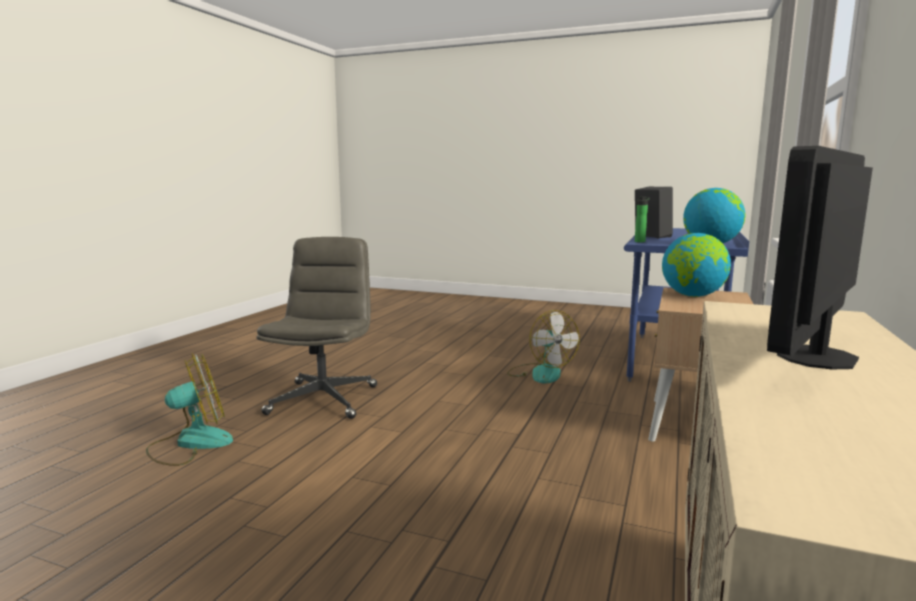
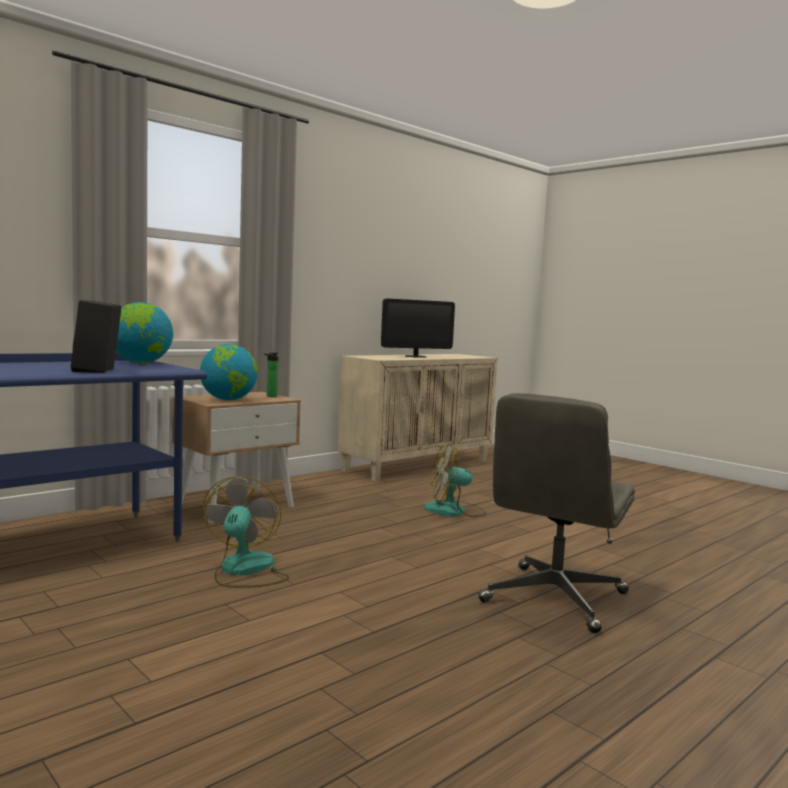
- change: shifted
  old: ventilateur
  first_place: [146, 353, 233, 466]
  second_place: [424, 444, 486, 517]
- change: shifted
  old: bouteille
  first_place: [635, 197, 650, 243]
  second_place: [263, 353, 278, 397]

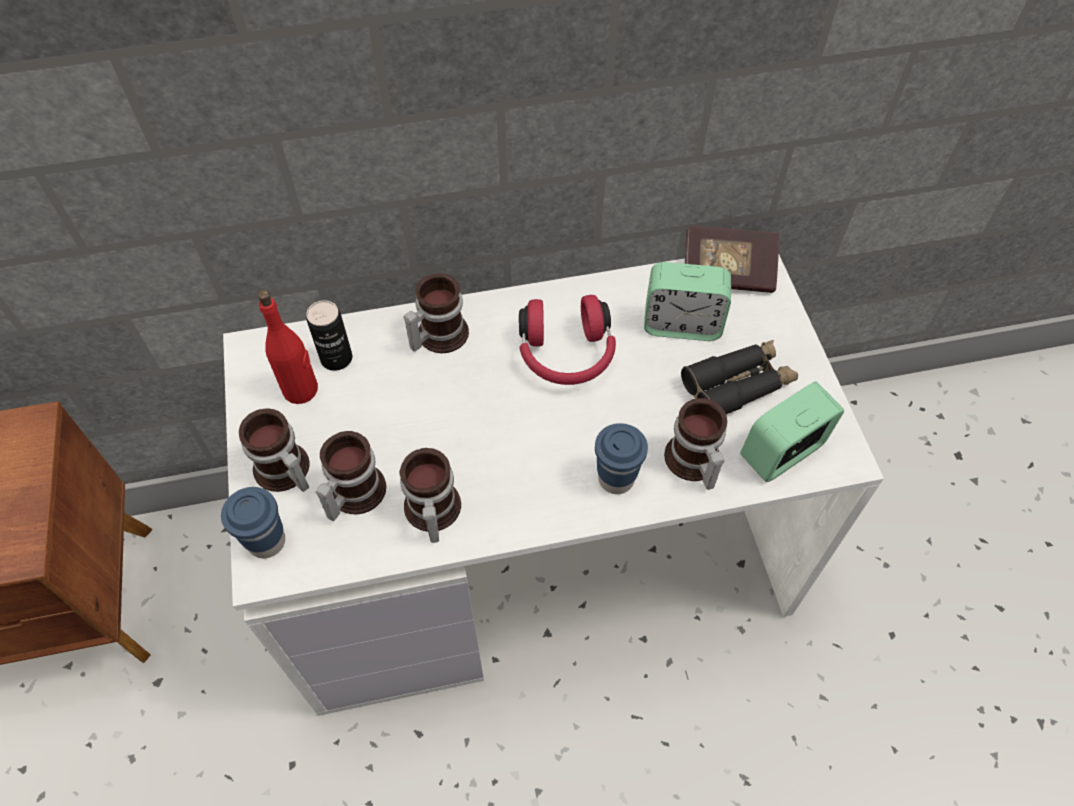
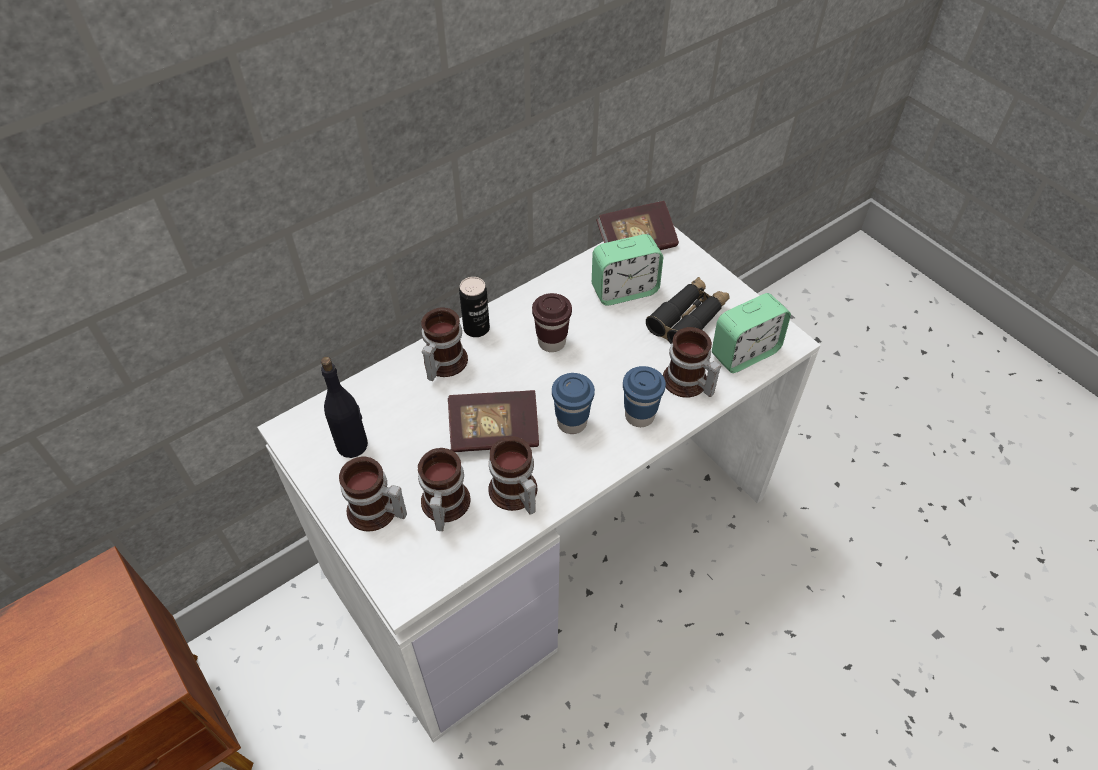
- change: shifted
  old: tasse (bleu)
  first_place: [221, 487, 285, 558]
  second_place: [552, 373, 595, 434]
- change: repainted
  old: bouteille (rouge)
  new: bouteille (noir)
  first_place: [257, 290, 318, 404]
  second_place: [321, 357, 368, 458]
- change: shifted
  old: boîte métallique
  first_place: [306, 300, 352, 371]
  second_place: [459, 277, 490, 337]
- change: swapped
  old: casque audio (rouge)
  new: tasse (marron)
  first_place: [519, 295, 616, 385]
  second_place: [532, 293, 572, 352]
- change: rotated
  old: réveil
  first_place: [740, 382, 844, 482]
  second_place: [712, 293, 791, 373]
  degrees: -150
- change: new
  new: livre
  second_place: [448, 390, 539, 452]

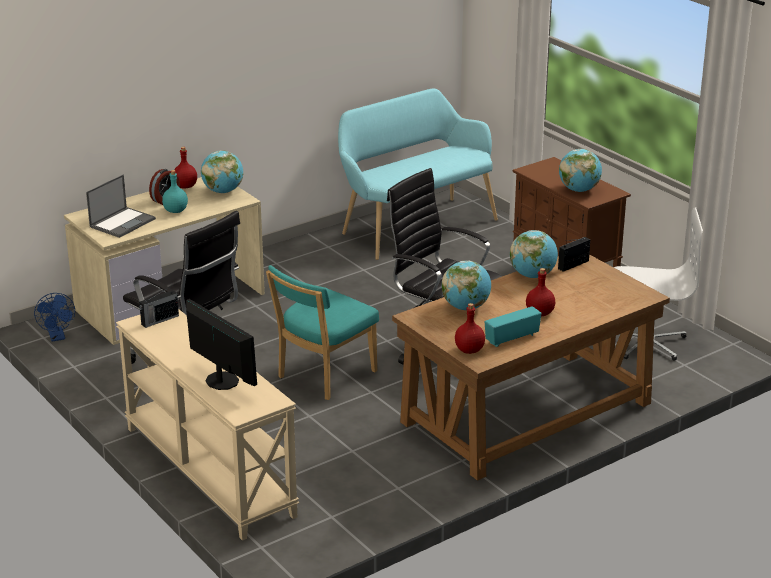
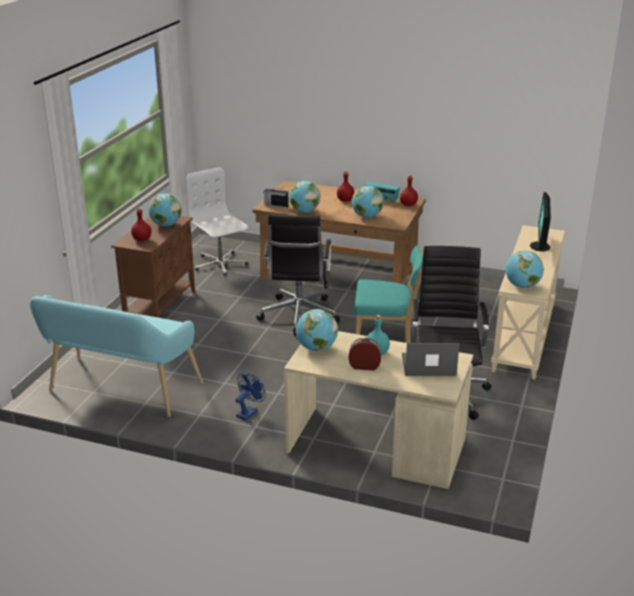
- change: shifted
  old: ventilateur (bleu)
  first_place: [34, 293, 75, 342]
  second_place: [235, 373, 266, 421]
- change: swapped
  old: radio
  new: globe
  first_place: [139, 288, 179, 328]
  second_place: [506, 251, 544, 288]
- change: shifted
  old: bouteille (rouge)
  first_place: [174, 147, 197, 189]
  second_place: [131, 208, 151, 241]

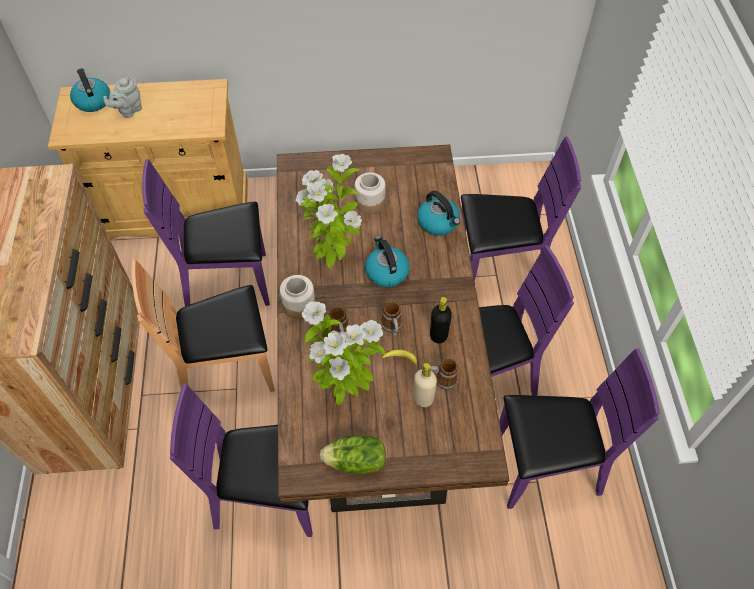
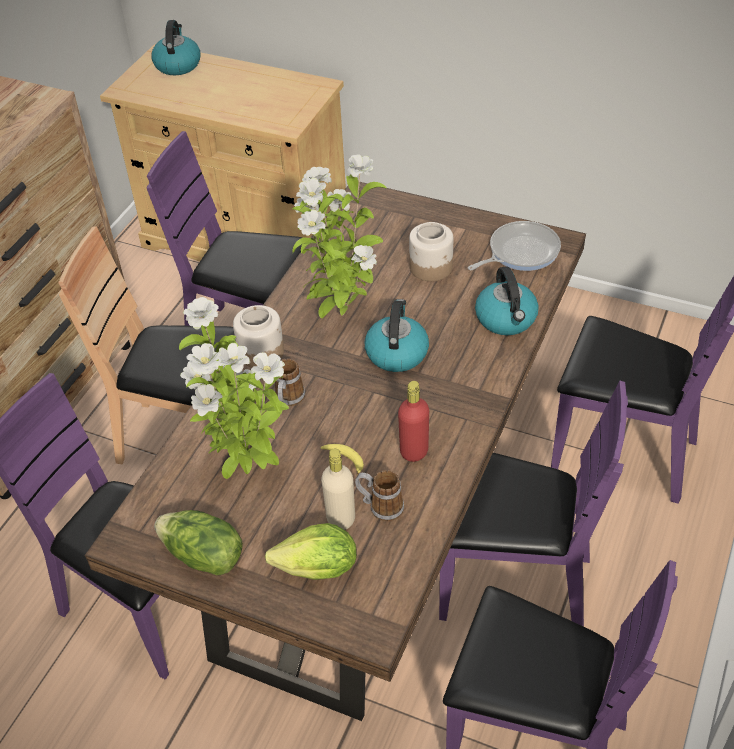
- change: gone
  old: théière (gris)
  first_place: [103, 76, 142, 118]
- change: gone
  old: mug
  first_place: [381, 302, 402, 336]
- change: repainted
  old: bouteille (noir)
  new: bouteille (rouge)
  first_place: [430, 297, 452, 343]
  second_place: [398, 381, 429, 462]
- change: new
  new: laitue
  second_place: [265, 523, 357, 580]
- change: new
  new: poêle
  second_place: [468, 221, 561, 271]

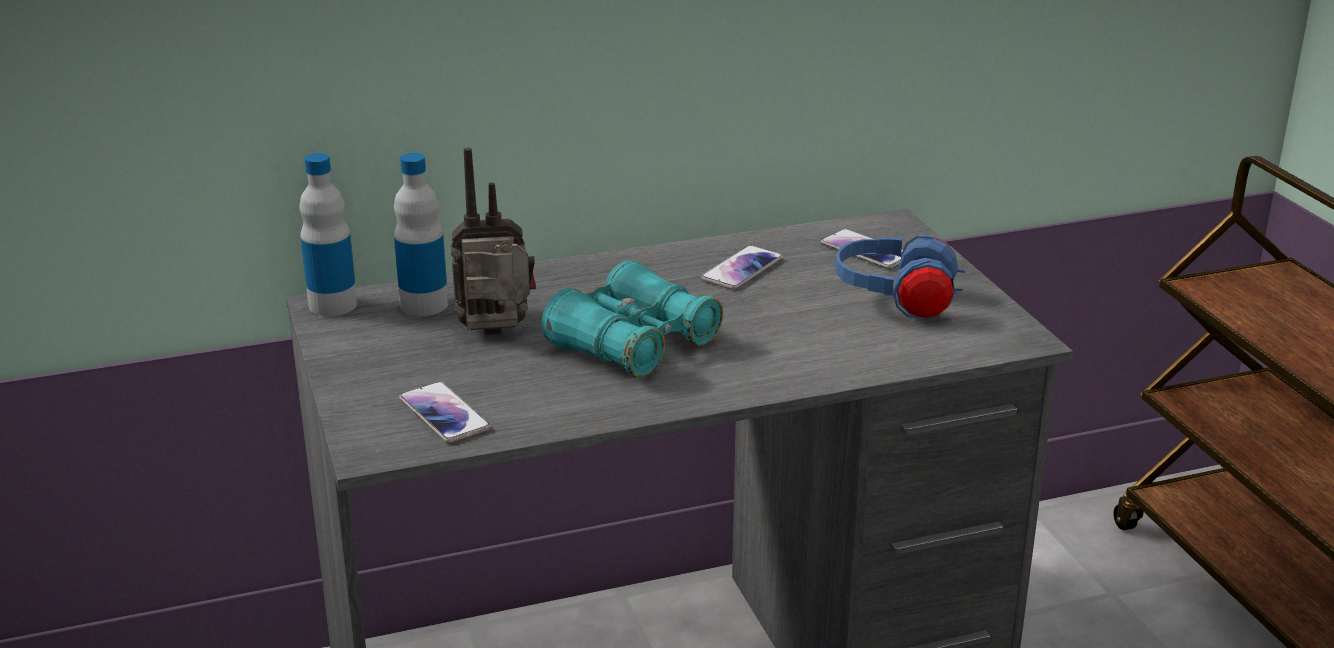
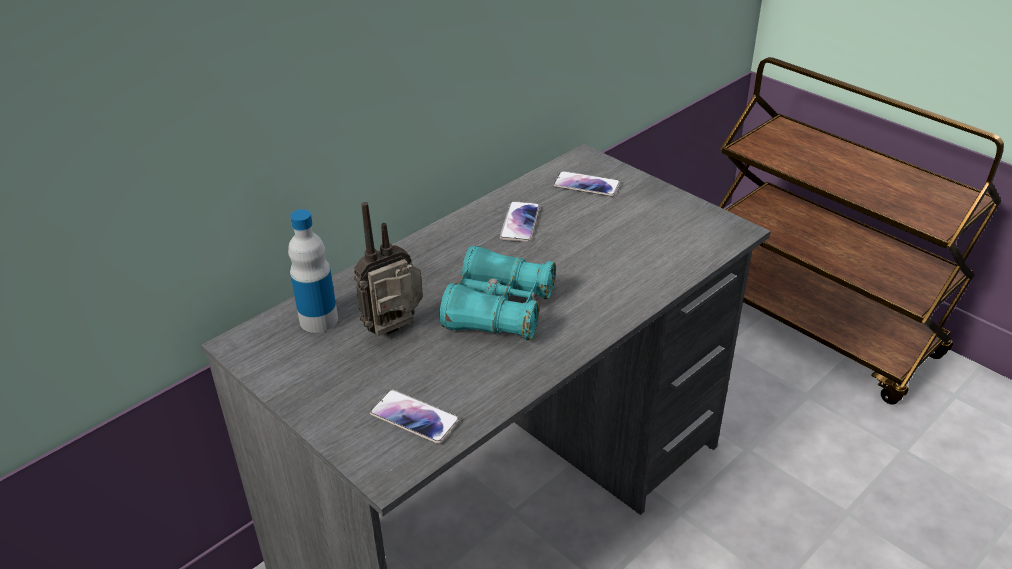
- change: gone
  old: bouteille
  first_place: [299, 153, 357, 316]
- change: gone
  old: casque audio (bleu)
  first_place: [835, 236, 965, 319]

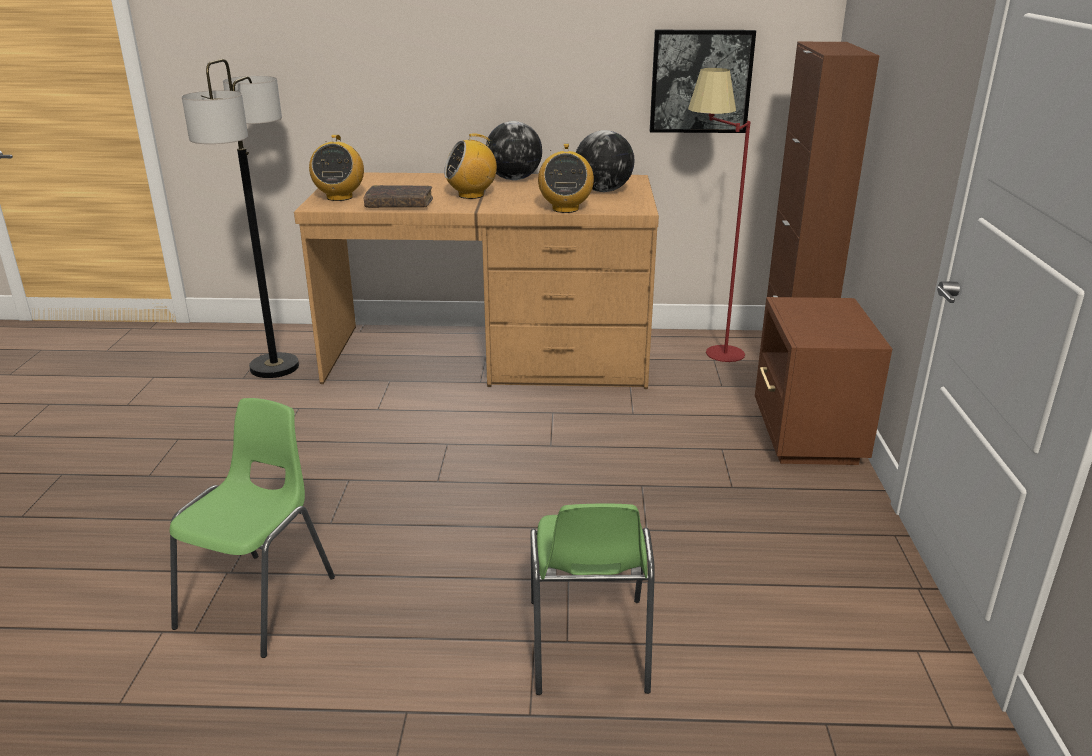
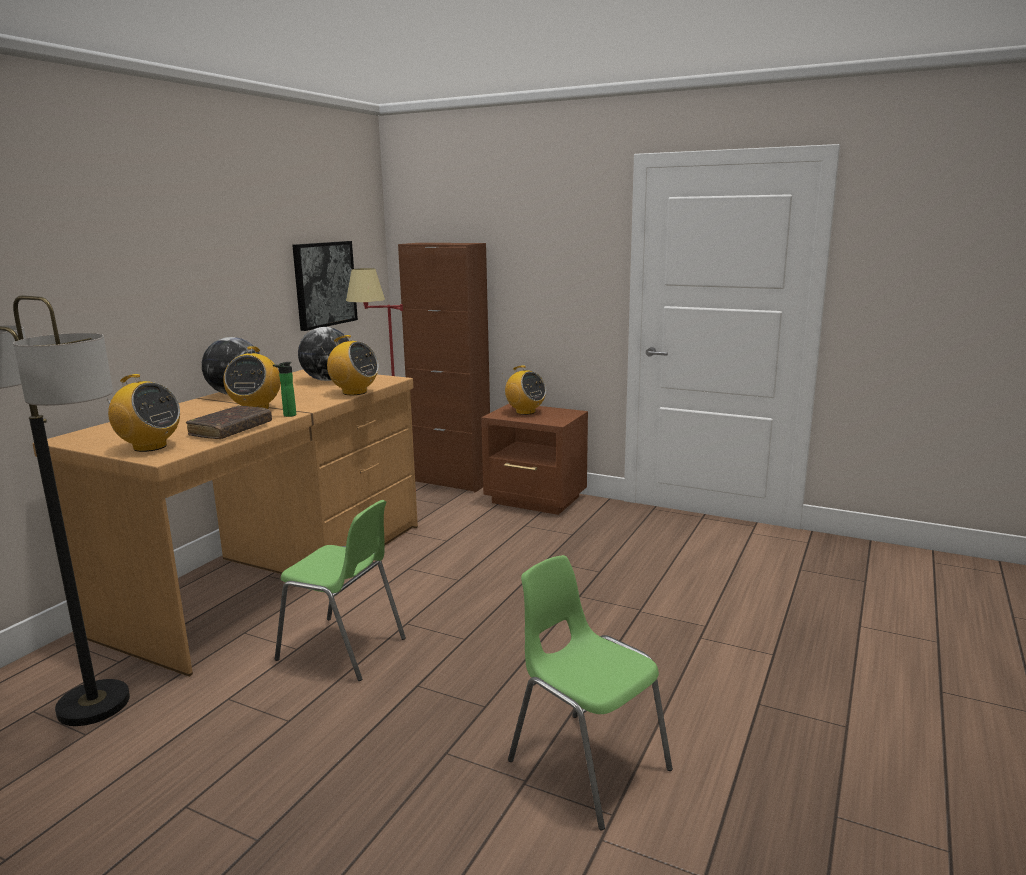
- change: shifted
  old: chaise (vert)
  first_place: [530, 504, 655, 695]
  second_place: [275, 500, 406, 681]
- change: new
  new: bouteille
  second_place: [273, 362, 296, 417]
- change: new
  new: radio
  second_place: [502, 365, 546, 415]

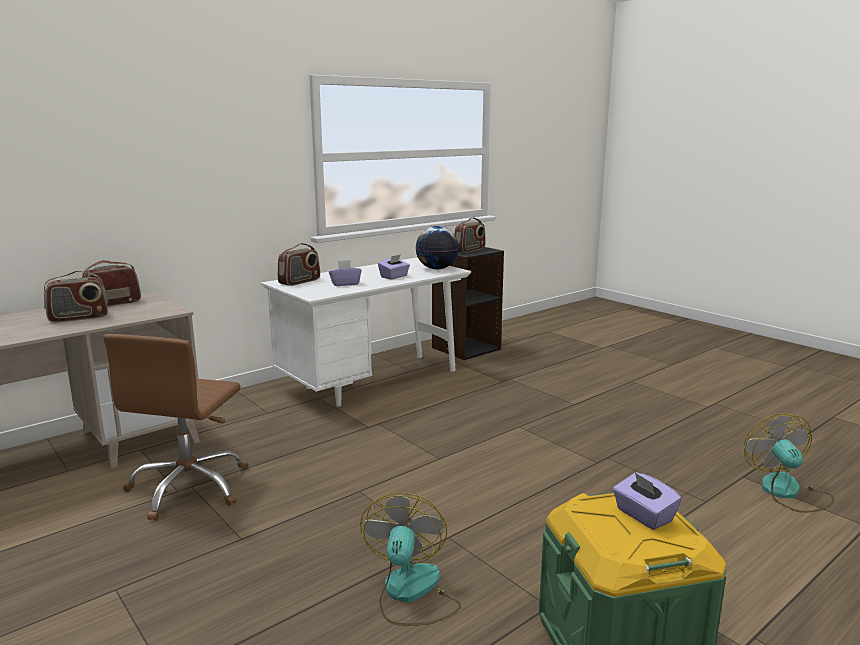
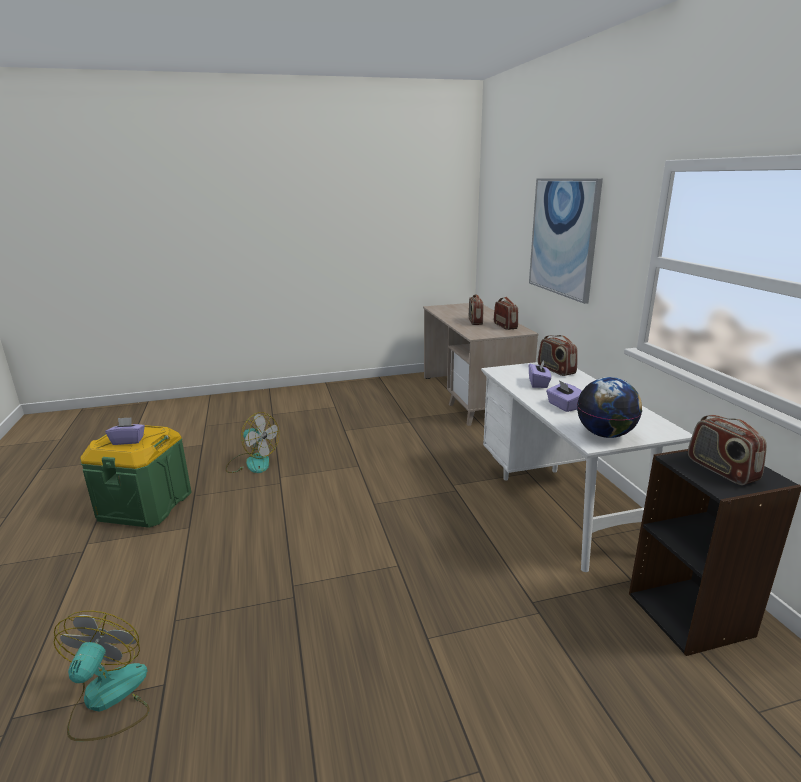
- change: gone
  old: chaise de bureau (marron)
  first_place: [103, 334, 248, 521]
- change: rotated
  old: ventilateur
  first_place: [744, 413, 834, 513]
  second_place: [54, 611, 150, 742]
  degrees: -105
- change: new
  new: tableau
  second_place: [529, 178, 603, 304]

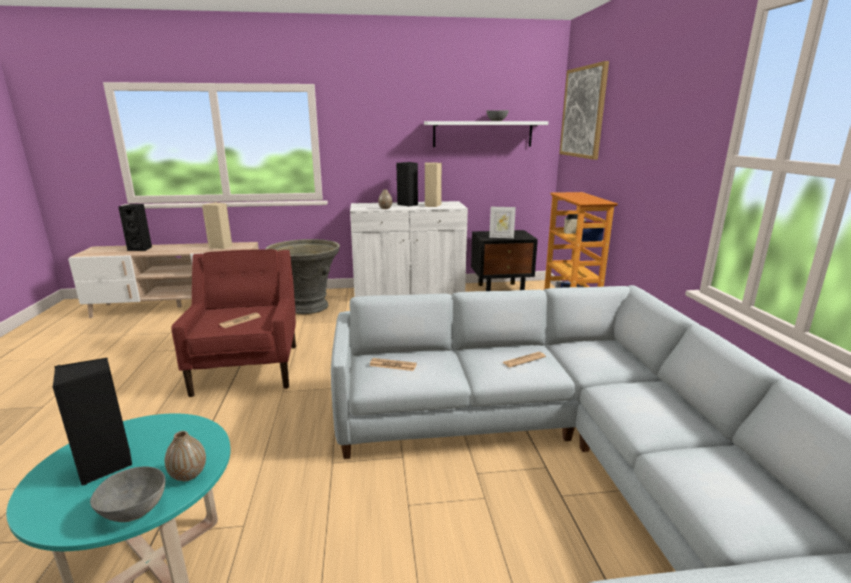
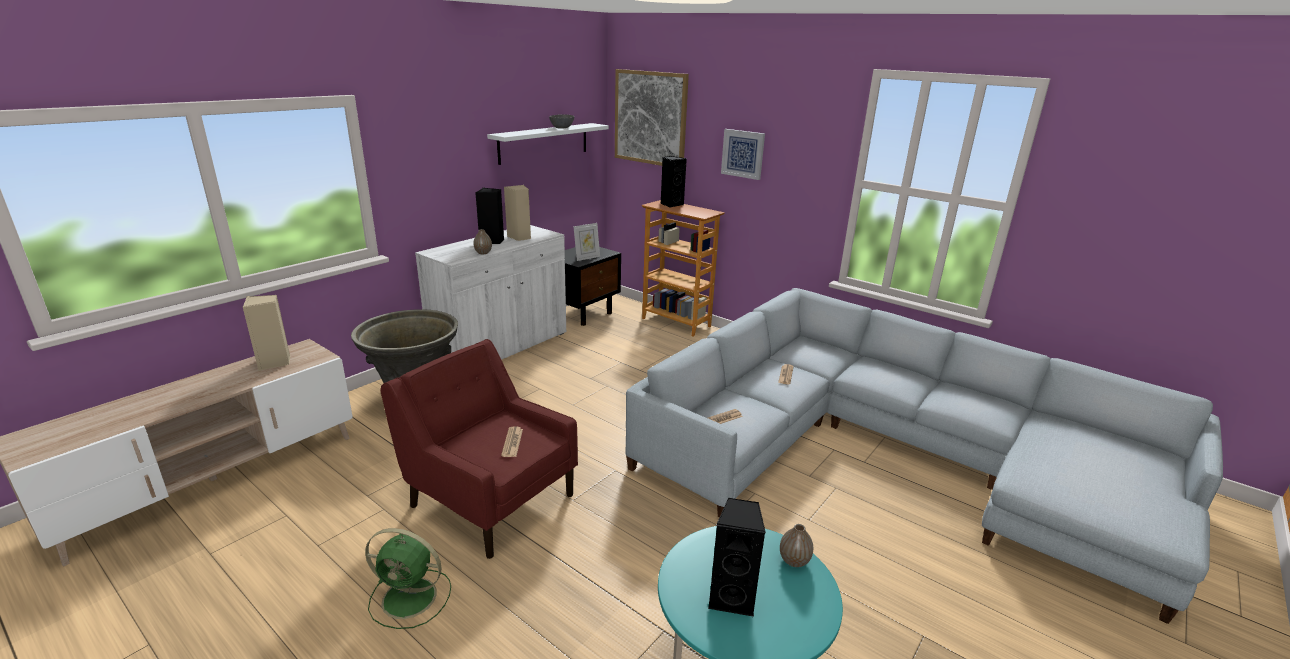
- change: gone
  old: bol (gris)
  first_place: [90, 466, 165, 522]
- change: shifted
  old: enceinte (noir)
  first_place: [118, 204, 152, 251]
  second_place: [661, 156, 687, 207]
- change: new
  new: ventilateur (vert)
  second_place: [365, 528, 451, 629]
- change: new
  new: tableau
  second_place: [721, 129, 765, 180]

